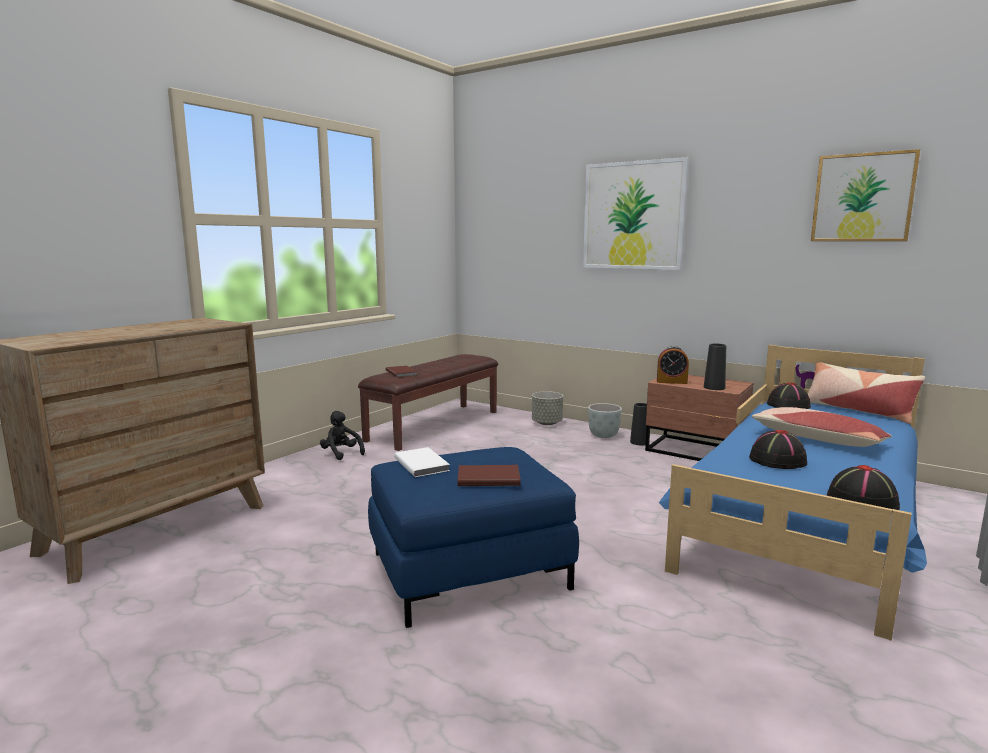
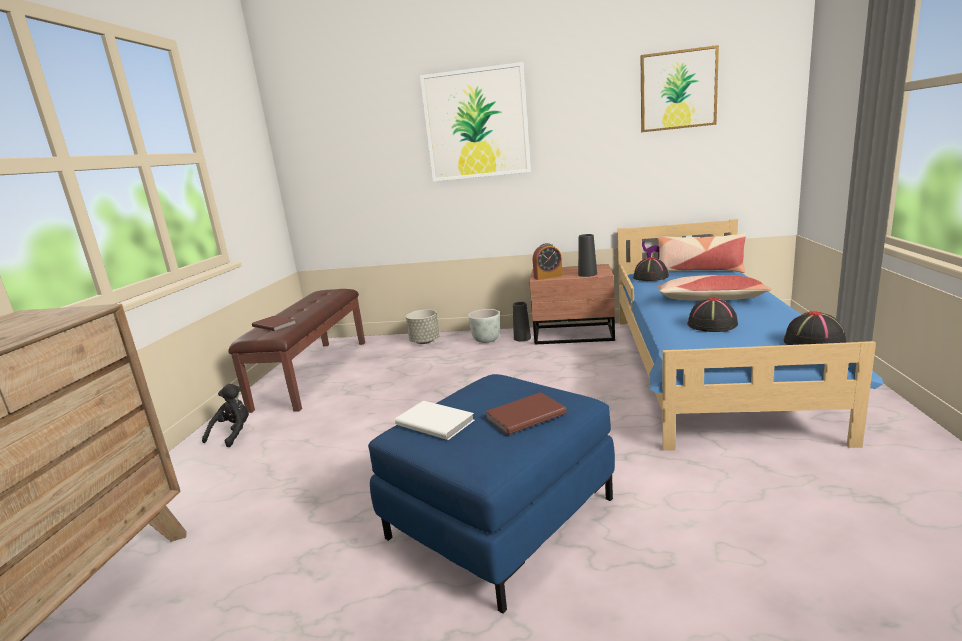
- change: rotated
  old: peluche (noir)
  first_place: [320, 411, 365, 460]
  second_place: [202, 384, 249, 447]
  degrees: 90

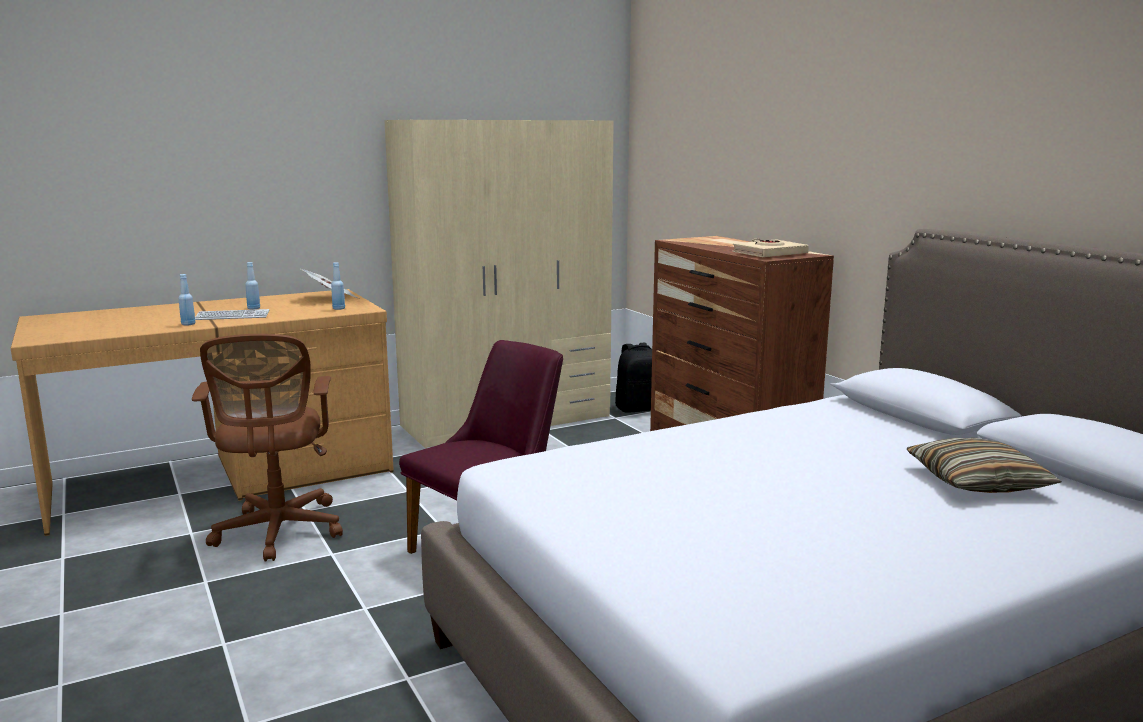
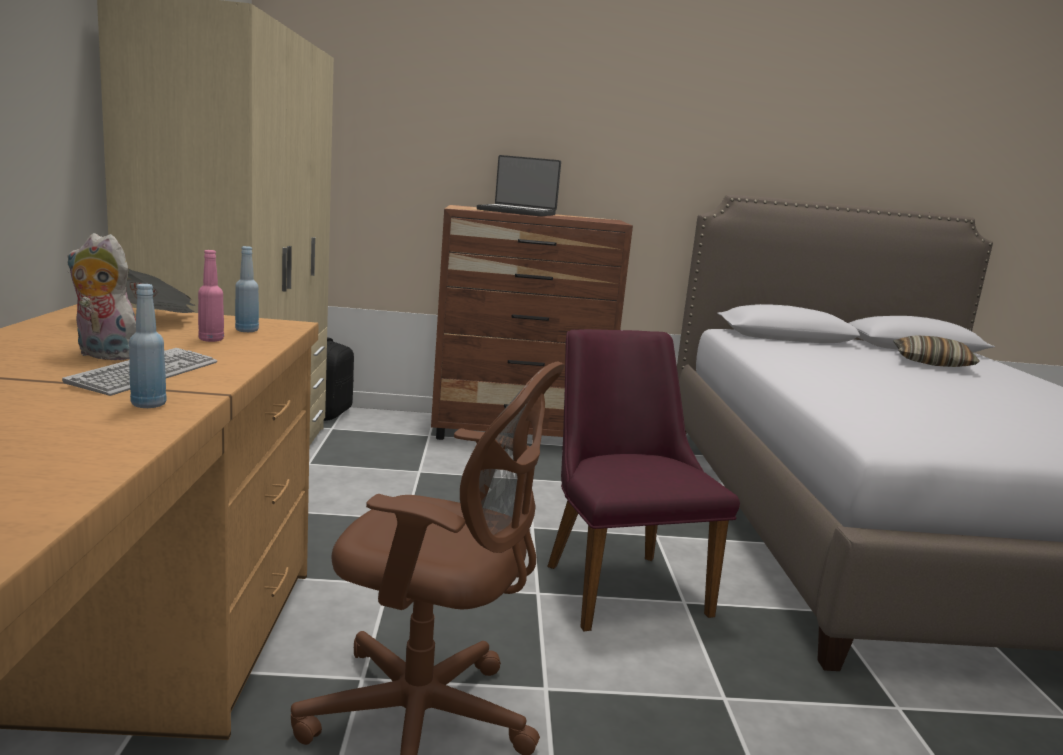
- change: swapped
  old: bouteille (bleu)
  new: peluche
  first_place: [245, 262, 260, 310]
  second_place: [68, 233, 136, 361]
- change: gone
  old: livre (beige)
  first_place: [732, 239, 809, 257]
- change: new
  new: bouteille (rose)
  second_place: [198, 250, 224, 342]
- change: new
  new: ordinateur portable
  second_place: [477, 155, 561, 216]

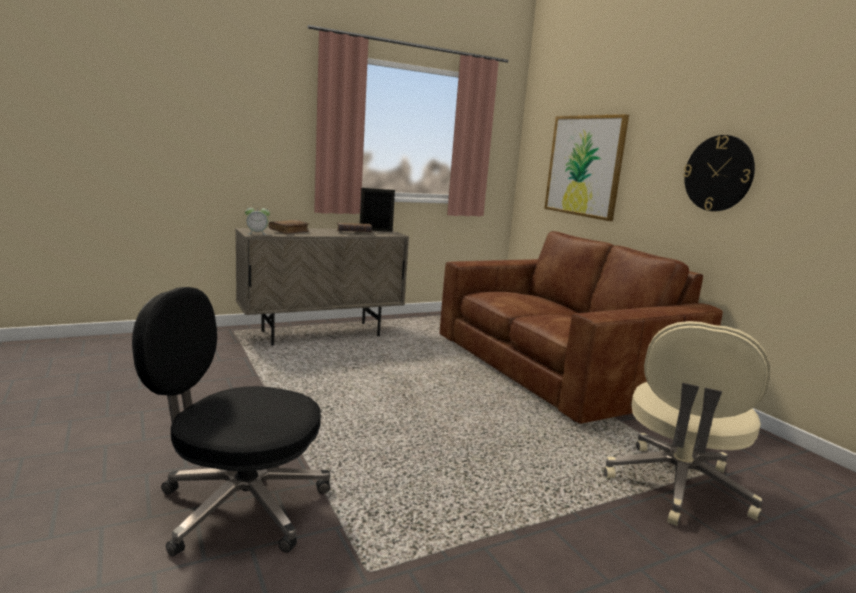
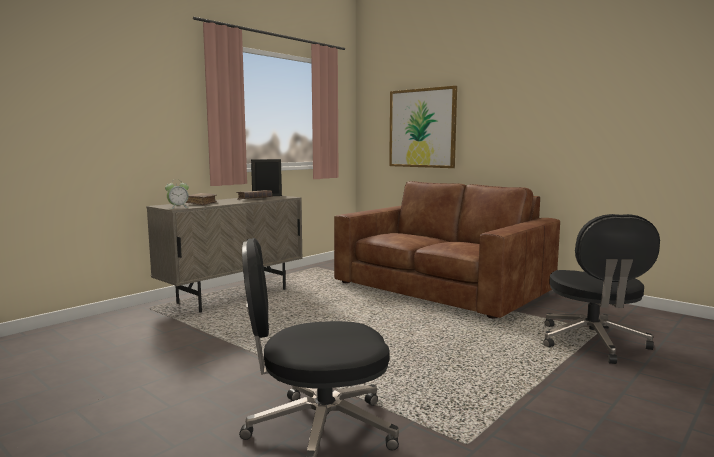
- change: repainted
  old: chaise de bureau (beige)
  new: chaise de bureau (noir)
  first_place: [603, 321, 770, 526]
  second_place: [543, 214, 660, 364]
- change: gone
  old: horloge murale
  first_place: [683, 135, 755, 211]

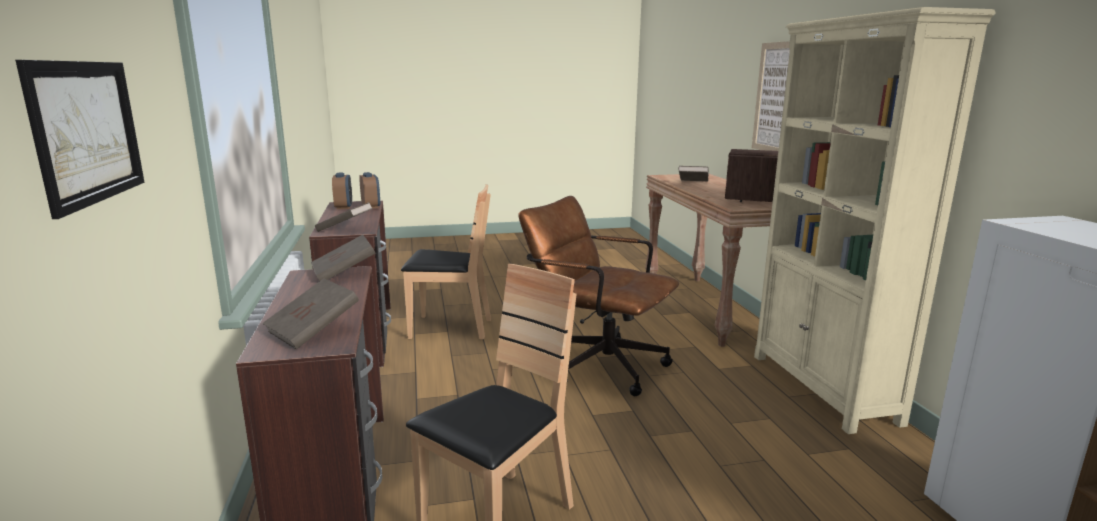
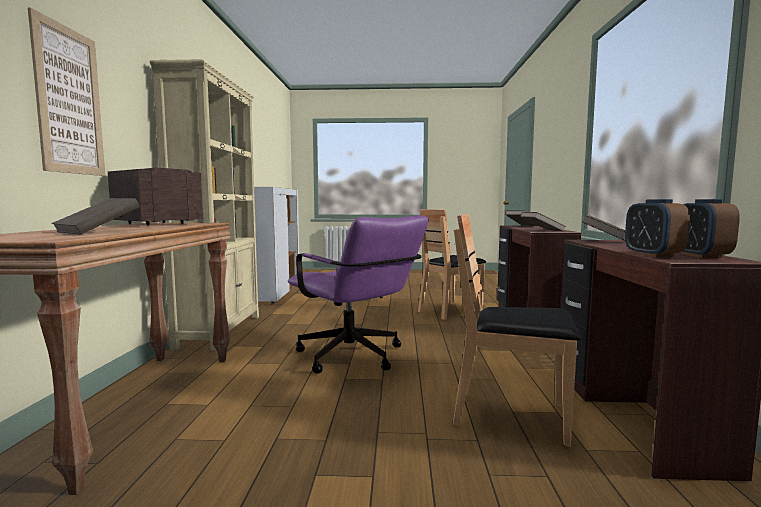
- change: gone
  old: tableau
  first_place: [15, 60, 145, 219]
- change: repainted
  old: chaise de bureau (marron)
  new: chaise de bureau (violet)
  first_place: [518, 196, 679, 396]
  second_place: [288, 215, 428, 374]

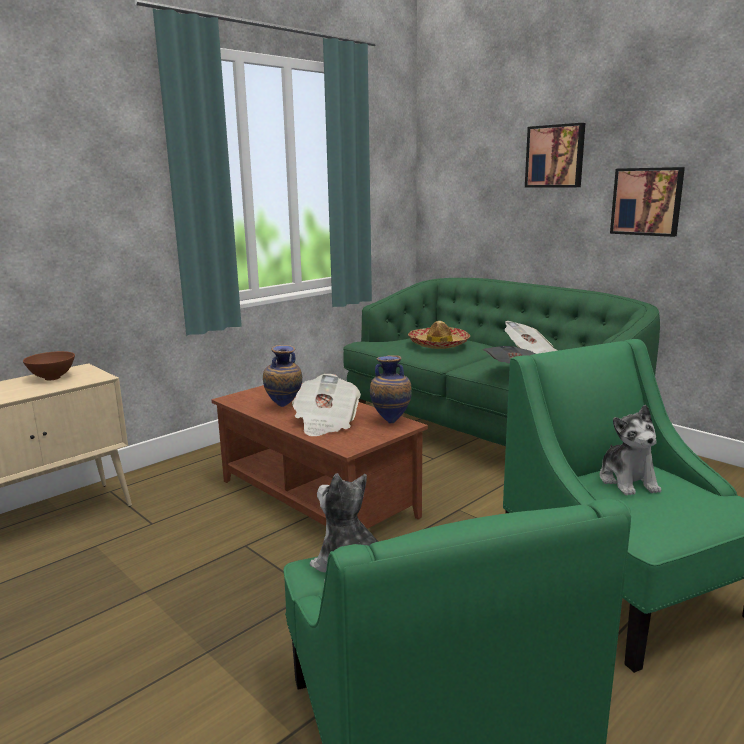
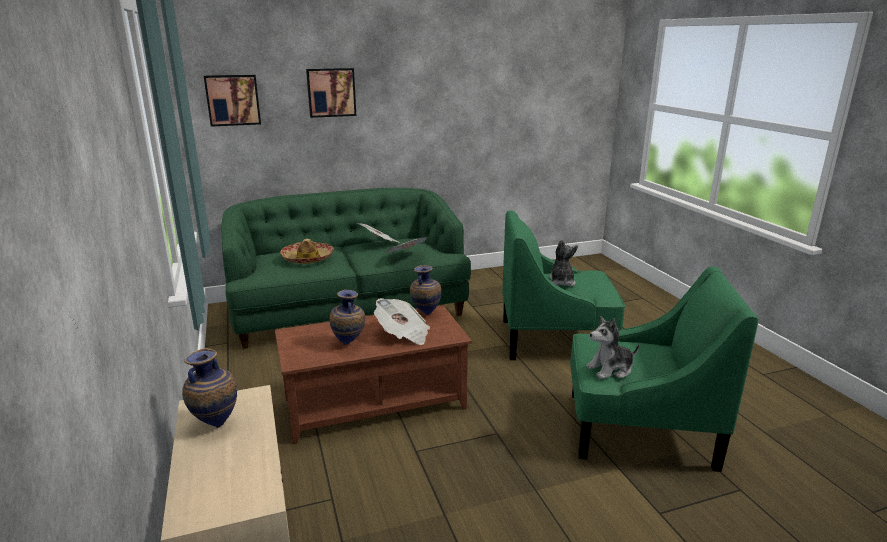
- change: swapped
  old: bol (marron)
  new: vase
  first_place: [23, 351, 75, 380]
  second_place: [182, 348, 237, 428]
- change: rotated
  old: peluche
  first_place: [599, 405, 661, 496]
  second_place: [550, 239, 578, 287]
  degrees: -105
- change: shifted
  old: tableau
  first_place: [610, 167, 685, 237]
  second_place: [204, 75, 261, 127]

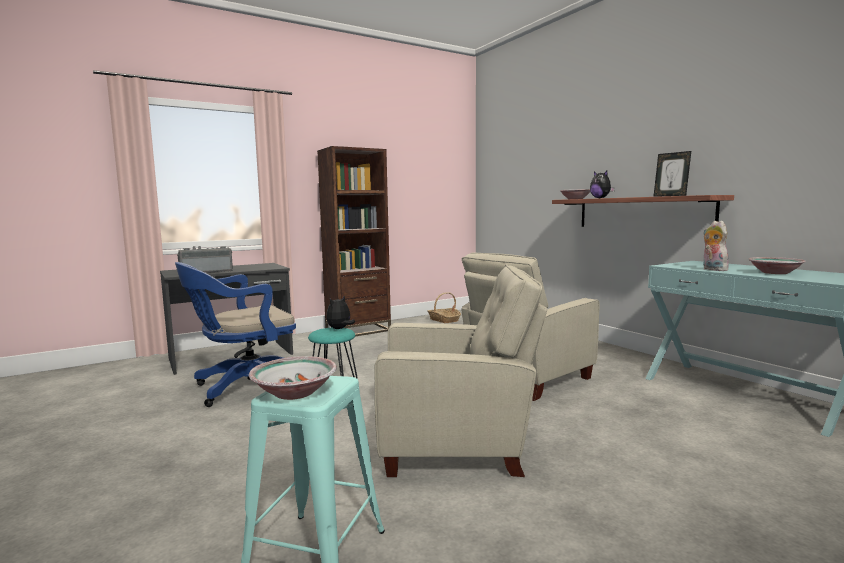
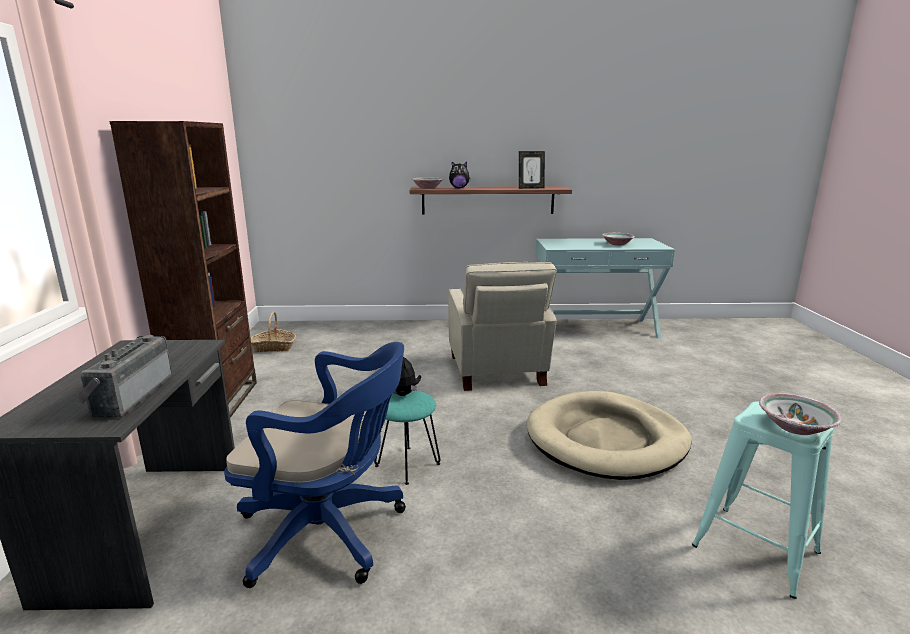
- change: rotated
  old: chaise de bureau (bleu)
  first_place: [175, 262, 296, 407]
  second_place: [224, 342, 406, 588]
  degrees: -75
- change: swapped
  old: fauteuil (beige)
  new: panier pour chien (beige)
  first_place: [374, 264, 547, 477]
  second_place: [527, 391, 692, 480]
- change: gone
  old: peluche
  first_place: [703, 220, 729, 271]

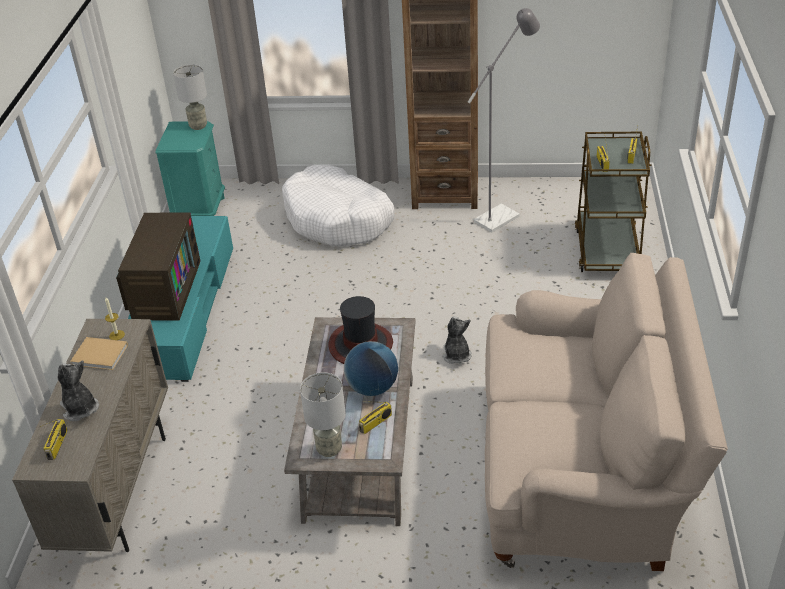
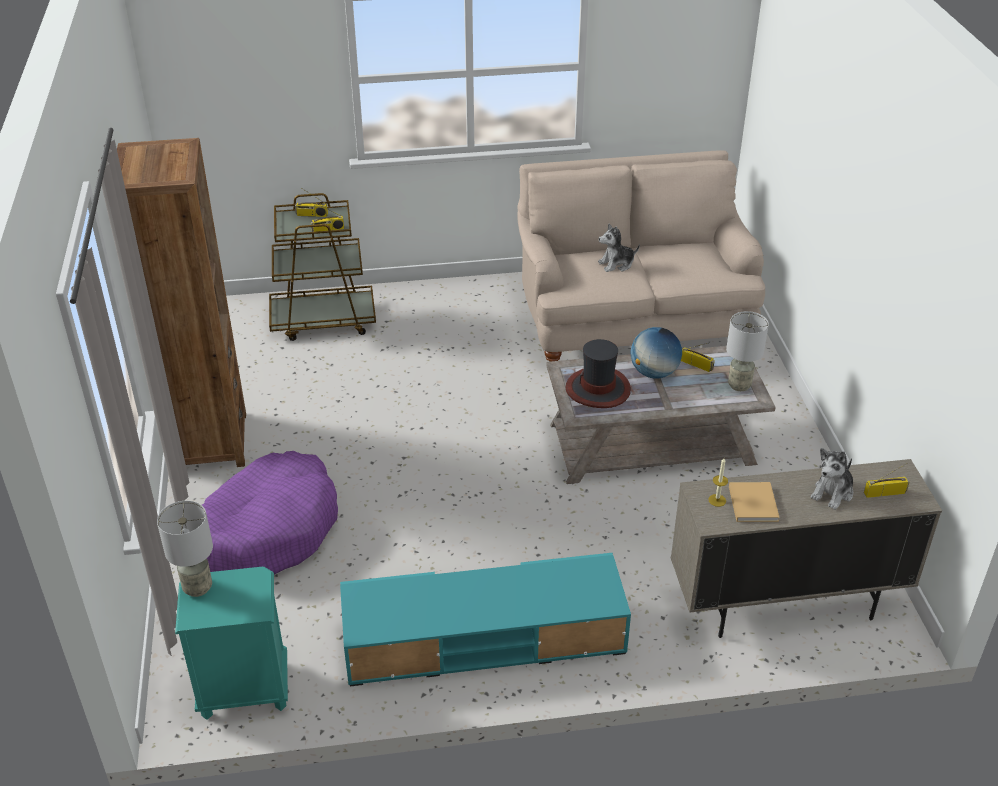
- change: gone
  old: téléviseur
  first_place: [116, 213, 201, 321]
- change: repainted
  old: panier pour chien (blanc)
  new: panier pour chien (violet)
  first_place: [282, 165, 395, 247]
  second_place: [202, 451, 338, 575]
- change: shifted
  old: peluche
  first_place: [442, 316, 472, 364]
  second_place: [598, 224, 640, 272]
- change: gone
  old: lampadaire (gris)
  first_place: [468, 8, 540, 233]

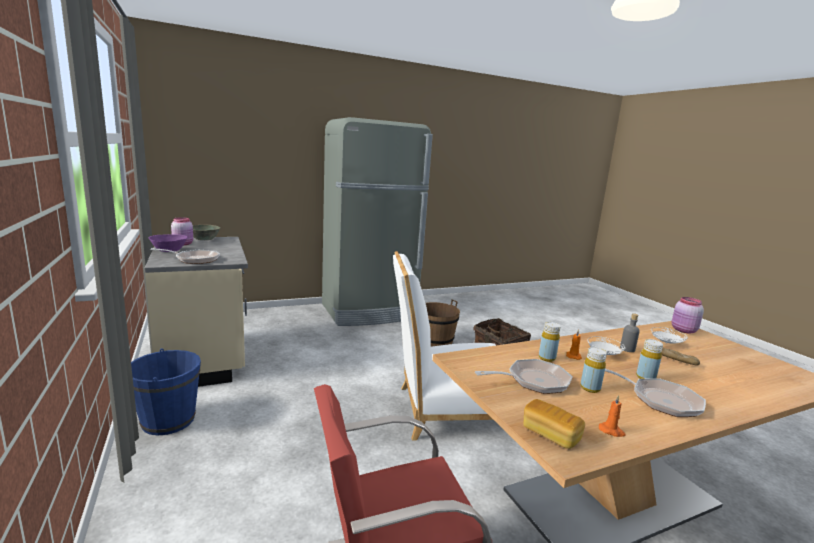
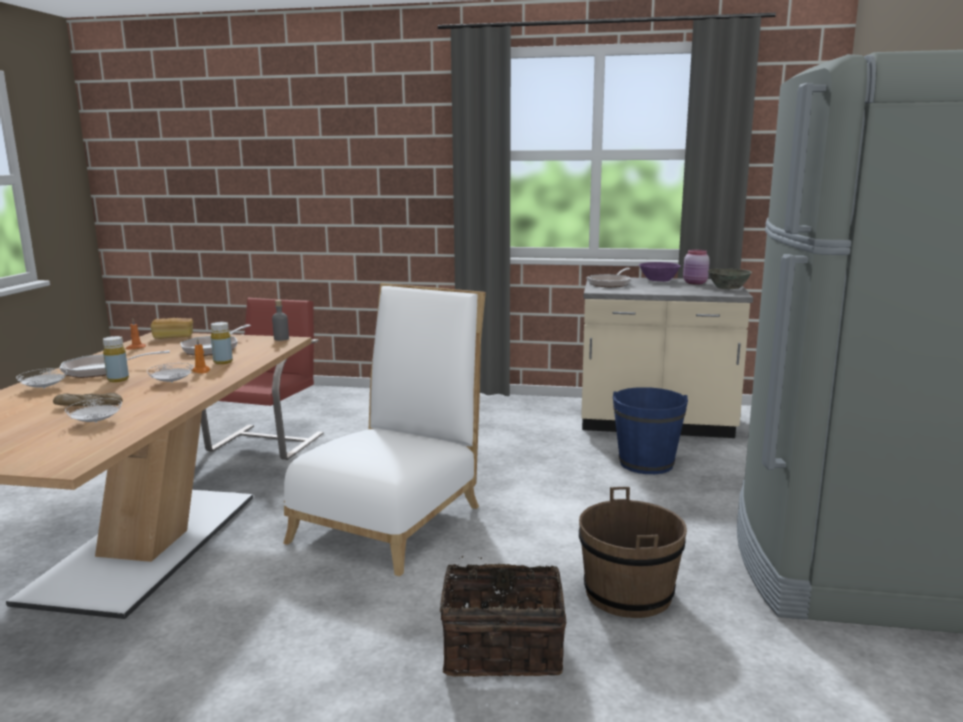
- change: shifted
  old: seau (bleu)
  first_place: [131, 348, 201, 435]
  second_place: [613, 387, 688, 474]
- change: gone
  old: bouteille (jaune)
  first_place: [580, 347, 607, 393]
- change: shifted
  old: bouteille (gris)
  first_place: [620, 313, 640, 352]
  second_place: [272, 300, 289, 341]
- change: gone
  old: bocal (rose)
  first_place: [672, 297, 704, 333]
- change: new
  new: assiette (blanc)
  second_place: [16, 368, 67, 389]

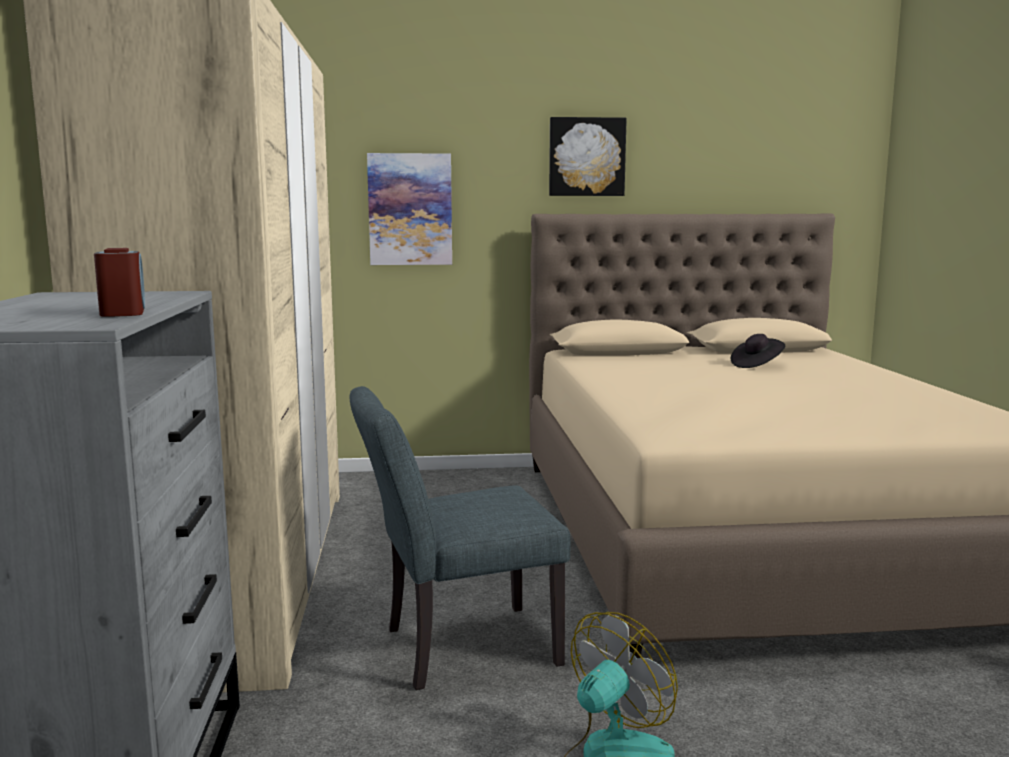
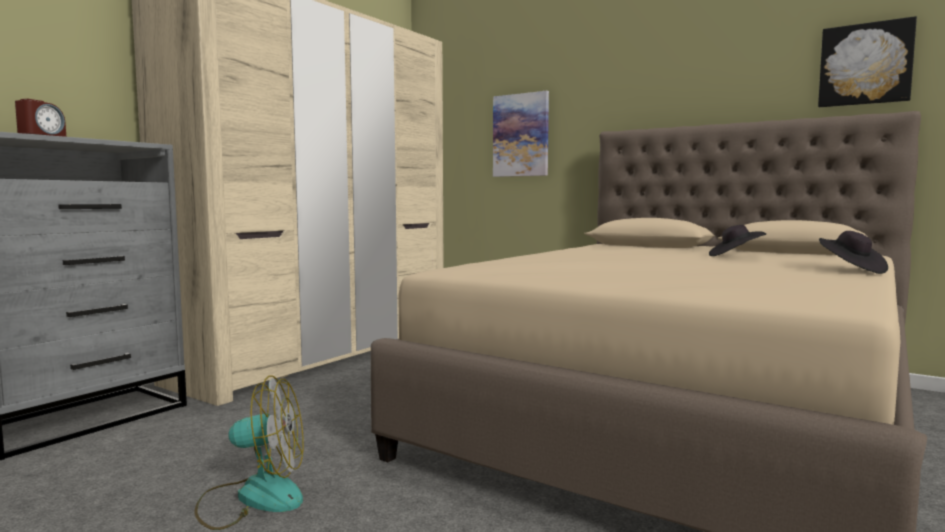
- change: gone
  old: chaise (gris)
  first_place: [350, 386, 571, 690]
- change: shifted
  old: tableau
  first_place: [549, 117, 627, 196]
  second_place: [818, 16, 917, 107]
- change: new
  new: chapeau (noir)
  second_place: [819, 231, 888, 274]

